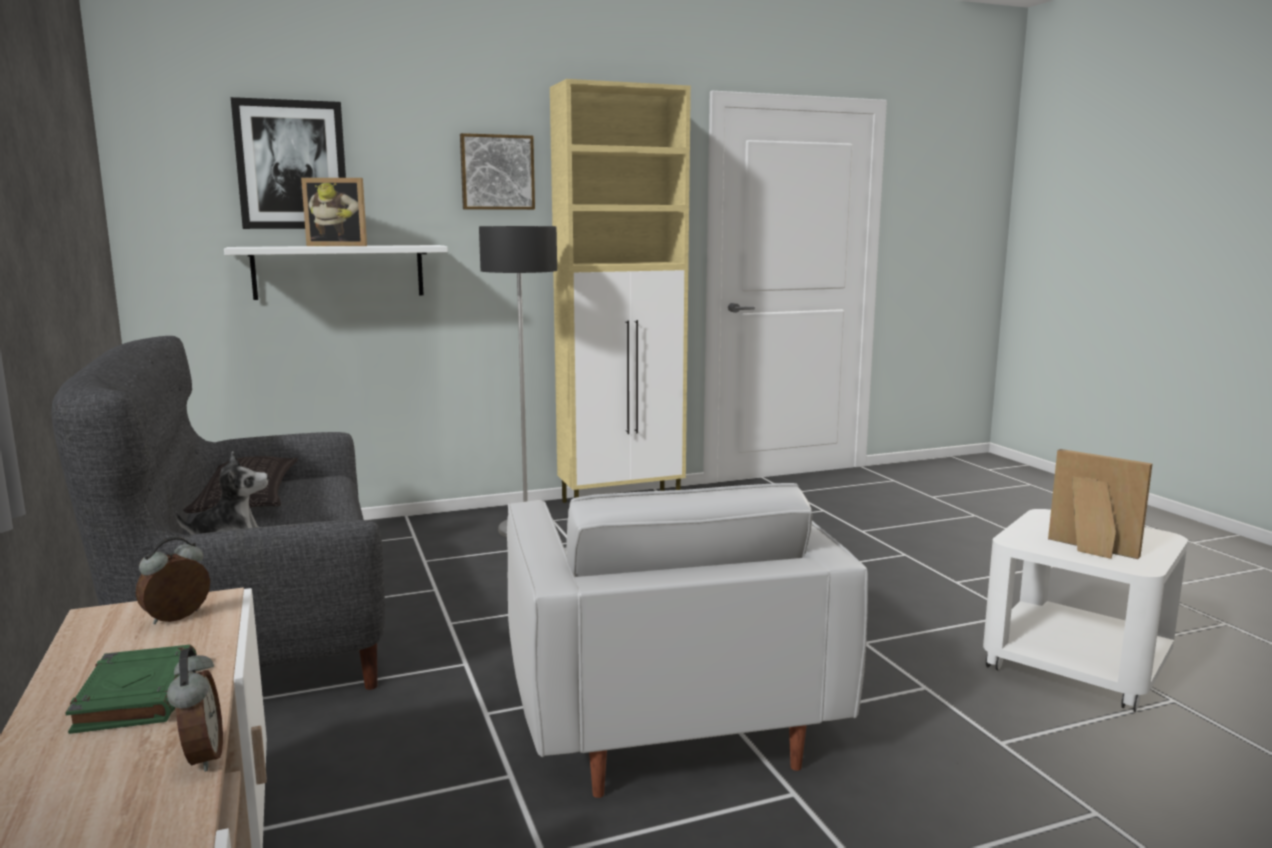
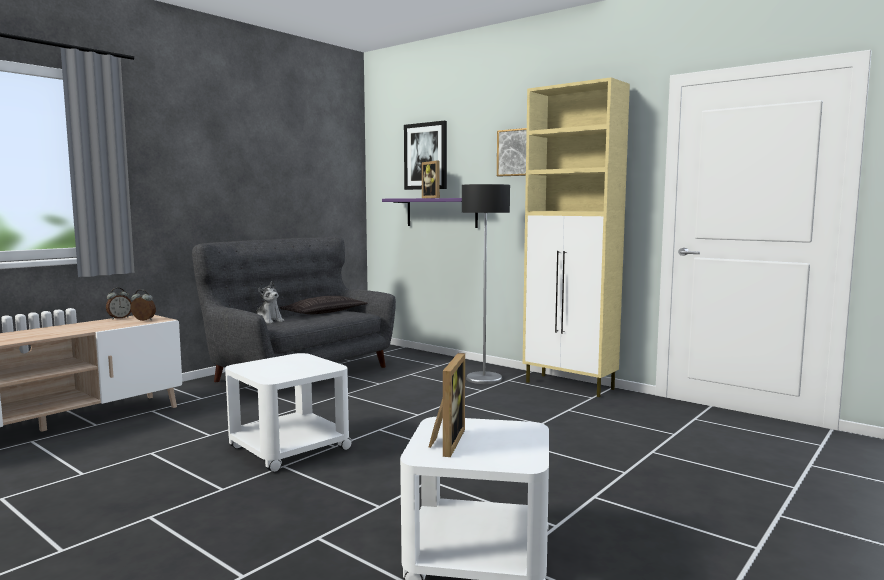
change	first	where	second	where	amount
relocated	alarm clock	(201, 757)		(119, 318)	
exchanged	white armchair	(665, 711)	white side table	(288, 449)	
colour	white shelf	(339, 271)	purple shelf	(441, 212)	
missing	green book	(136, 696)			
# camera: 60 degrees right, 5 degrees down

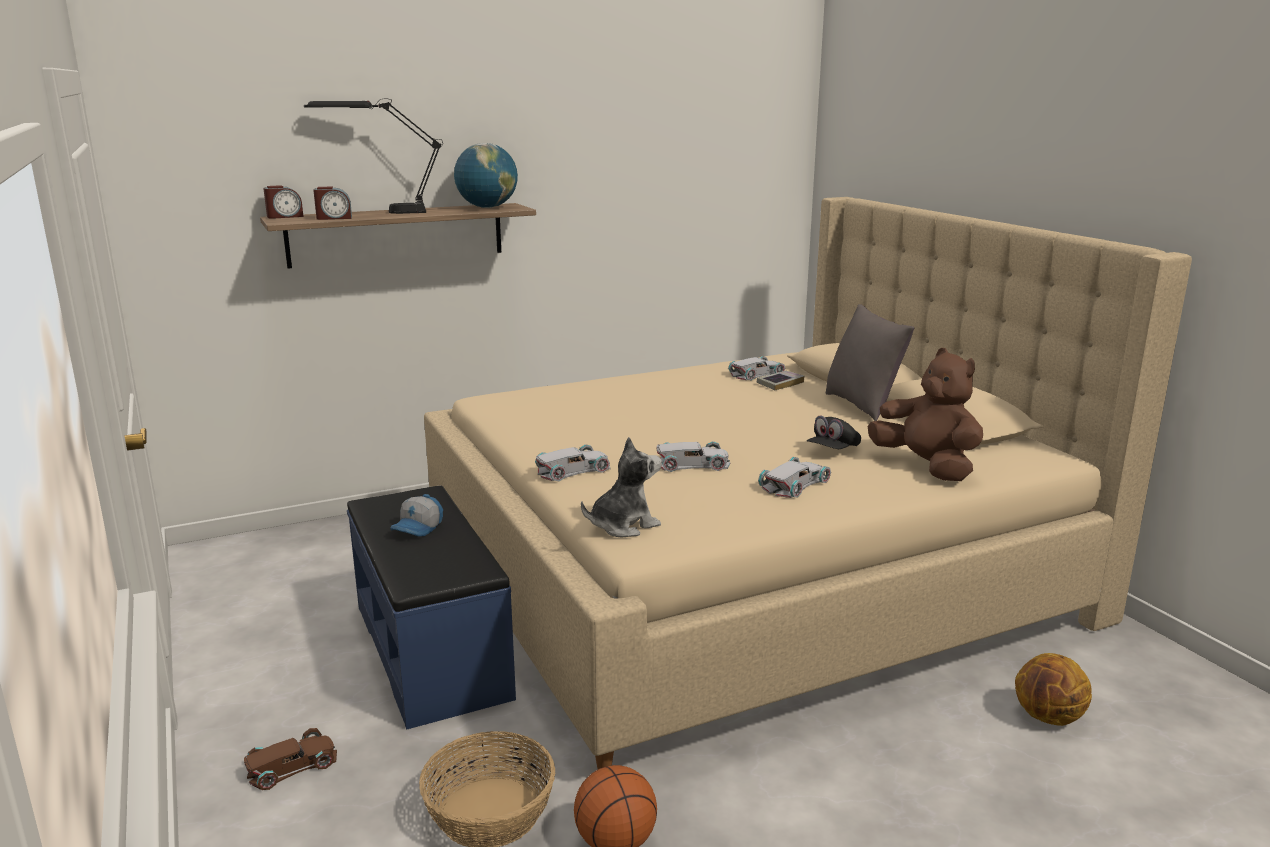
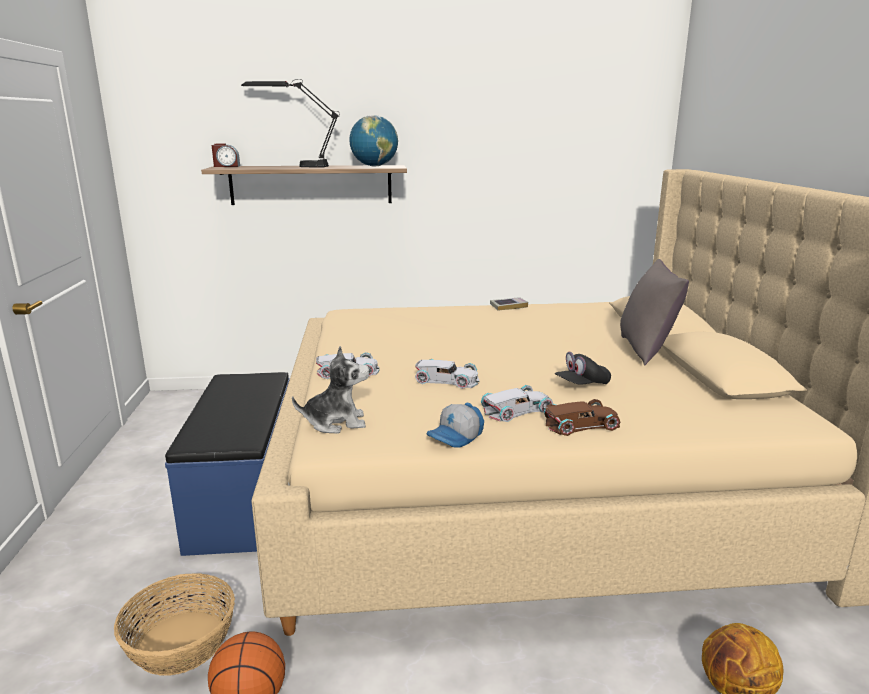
change	first	where	second	where	amount
relocated	cap	(418, 528)		(456, 437)	
relocated	book	(780, 383)		(508, 306)	
relocated	brown toy car	(293, 766)		(582, 424)	
missing	alarm clock	(334, 218)			
missing	white toy car	(757, 374)			
missing	brown plush toy	(926, 467)			
# camera: 20 degrees right, 0 degrees up

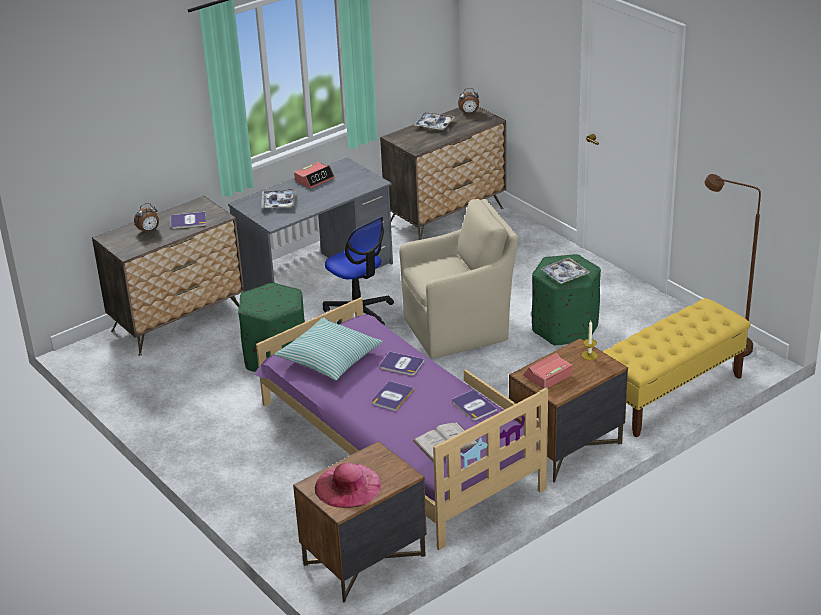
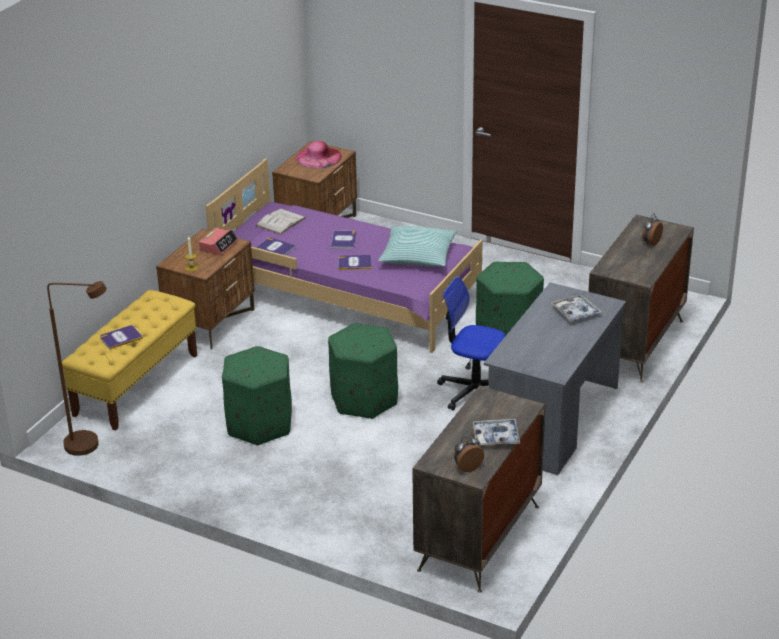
change	first	where	second	where	amount
relocated	book	(188, 221)		(121, 338)	
exchanged	beige armchair	(459, 329)	green ottoman	(363, 399)	
missing	alarm clock	(314, 179)			
missing	tray	(564, 275)			
# camera: 155 degrees right, 0 degrees up

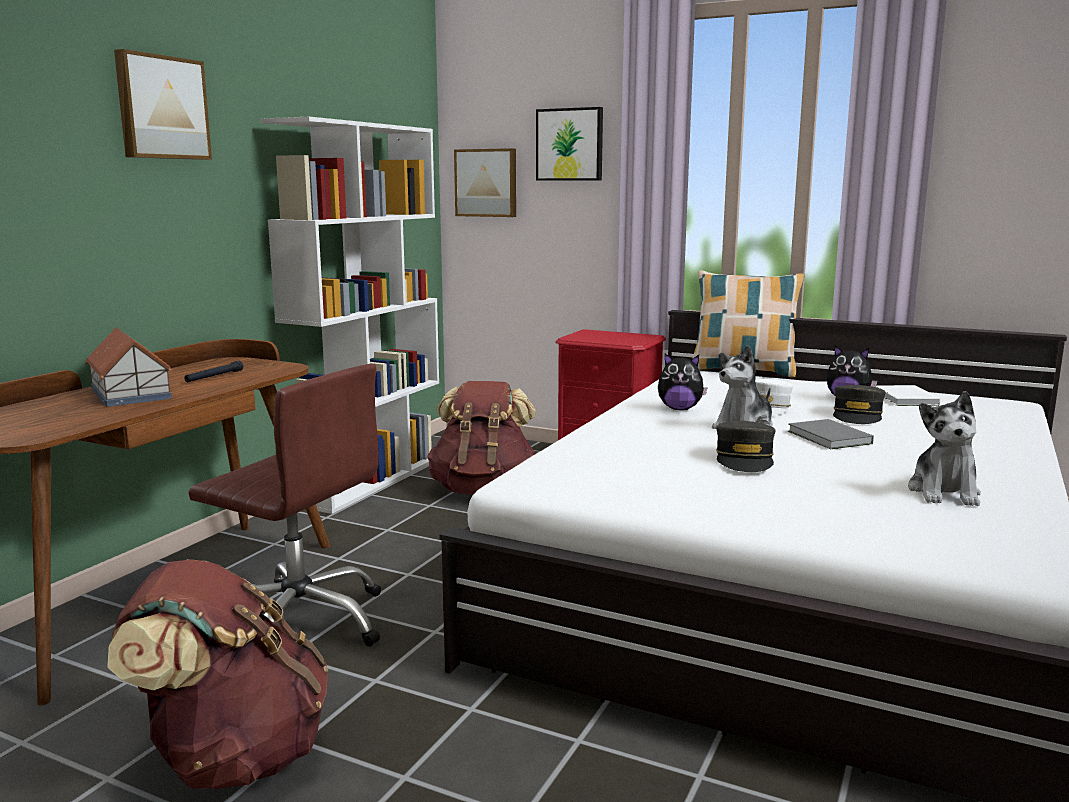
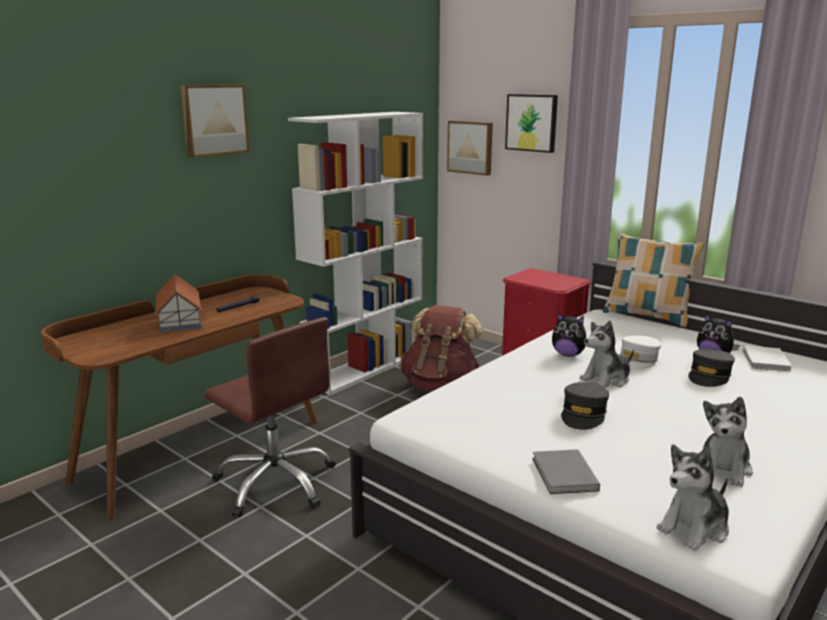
change	first	where	second	where	amount
relocated	grey book	(829, 438)		(564, 475)	
appeared			plush toy	(695, 528)	
missing	brown backpack	(232, 757)			
# camera: 15 degrees right, 5 degrees up

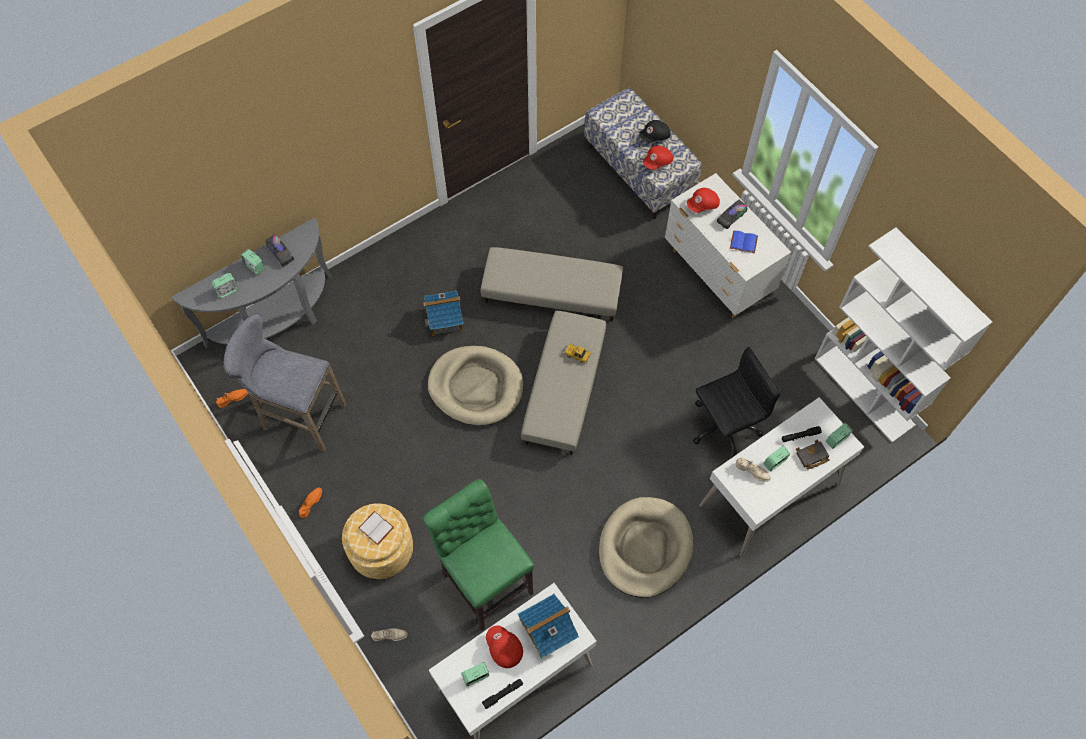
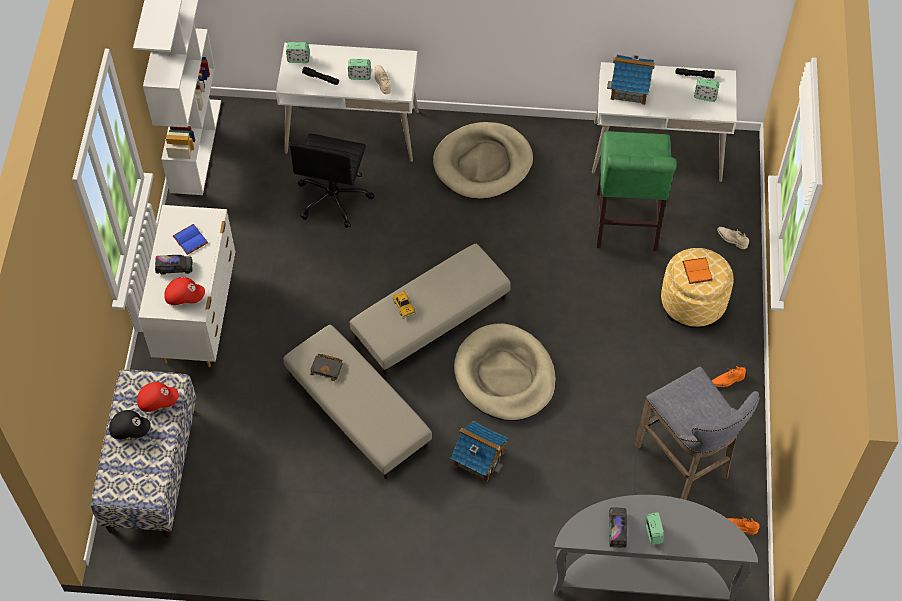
change	first	where	second	where	amount
spun	black office chair	(723, 428)		(334, 198)	90 degrees counterclockwise
relocated	black book	(811, 457)		(327, 367)	
colour	white book	(377, 528)	orange book	(696, 271)	
missing	alarm clock	(227, 290)			
missing	red cap	(503, 649)			
# camera: 140 degrees left, 5 degrees down

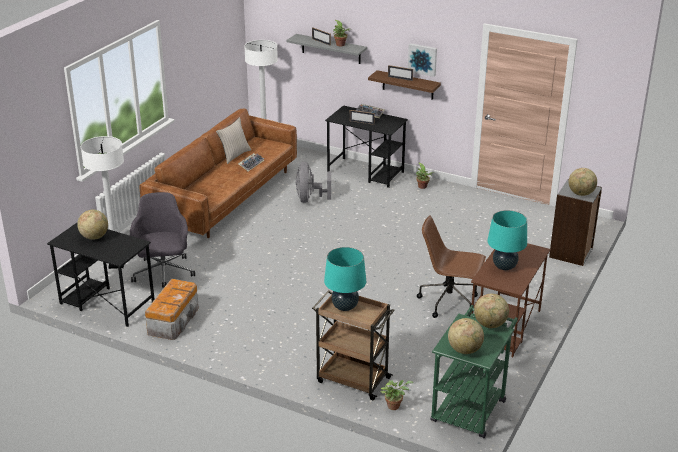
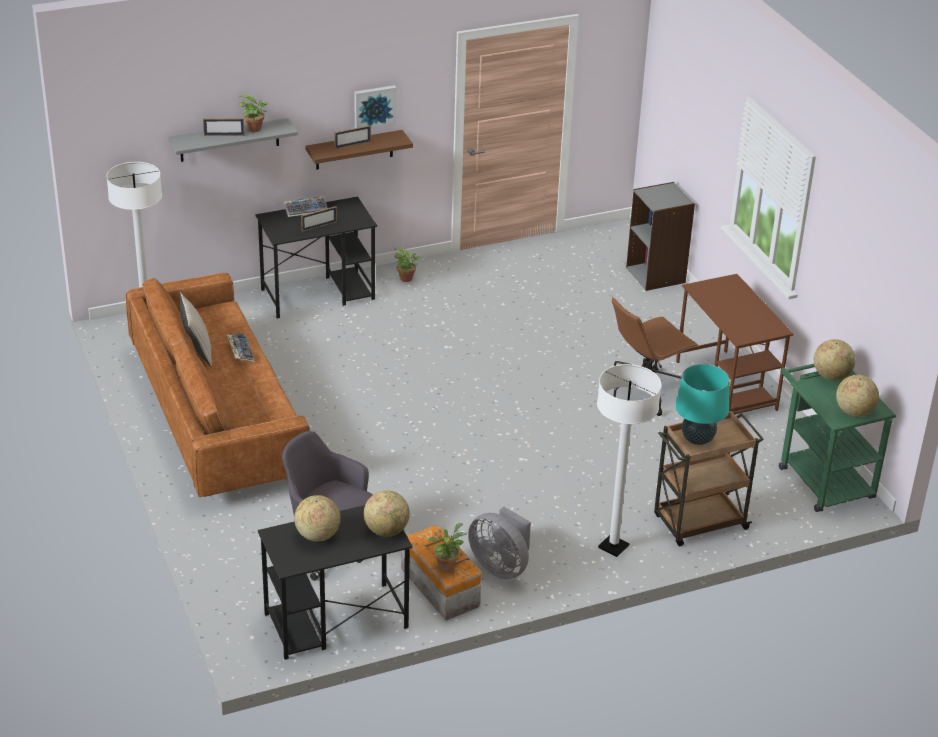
change	first	where	second	where	amount
relocated	globe	(581, 194)		(386, 530)	
relocated	potted plant	(395, 405)		(446, 564)	
relocated	grey fan	(310, 199)		(500, 566)	
relocated	white floor lamp	(116, 264)		(613, 546)	
missing	turquoise table lamp	(504, 267)			
# camera: 50 degrees left, 5 degrees up

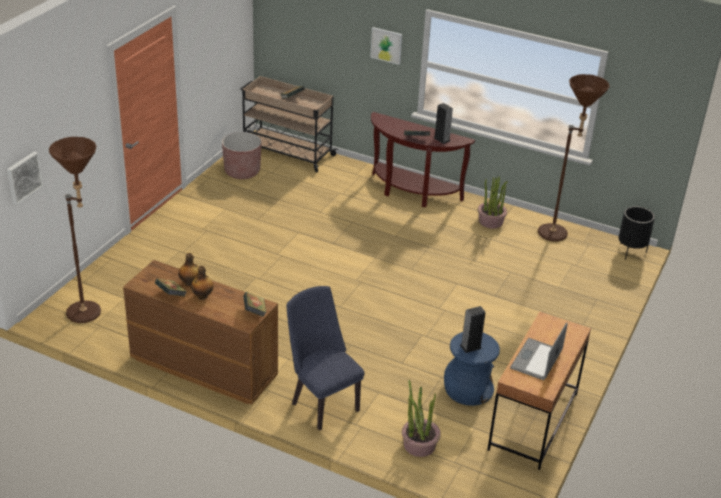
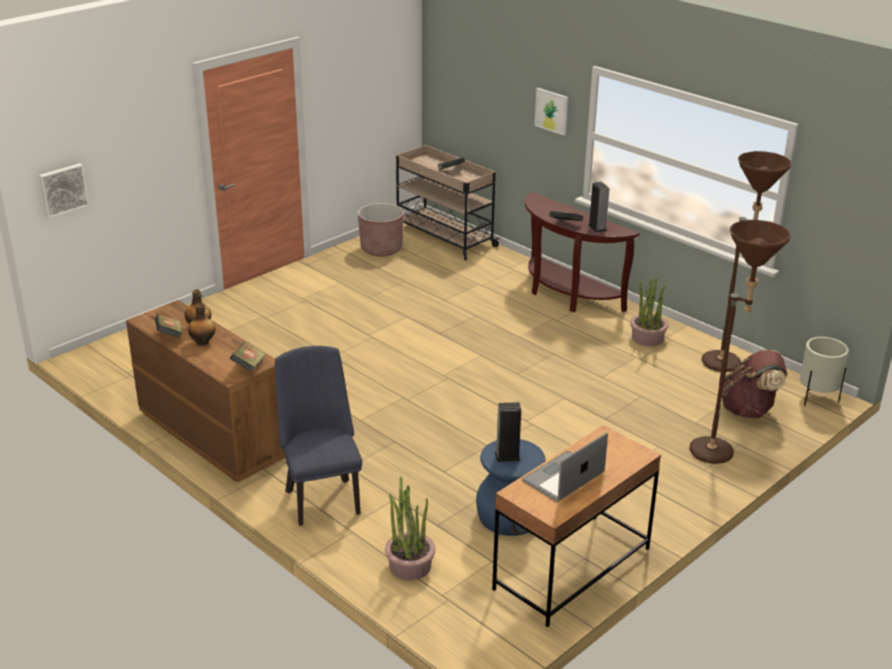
change	first	where	second	where	amount
relocated	brown floor lamp	(91, 314)		(720, 454)	
appeared			brown backpack	(749, 410)	
colour	black planter	(630, 252)	beige planter	(816, 398)	
# camera: 20 degrees right, 5 degrees down

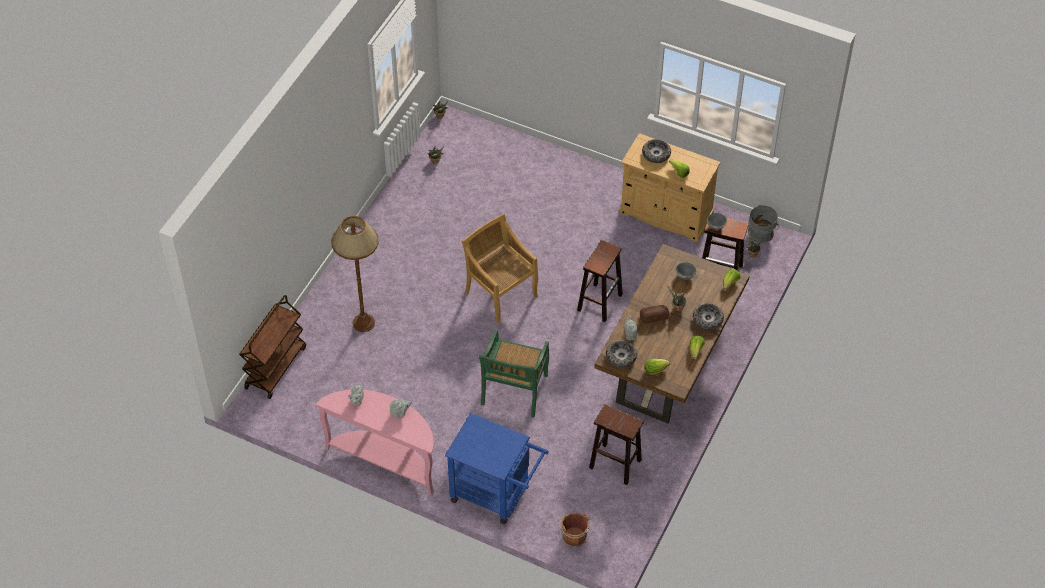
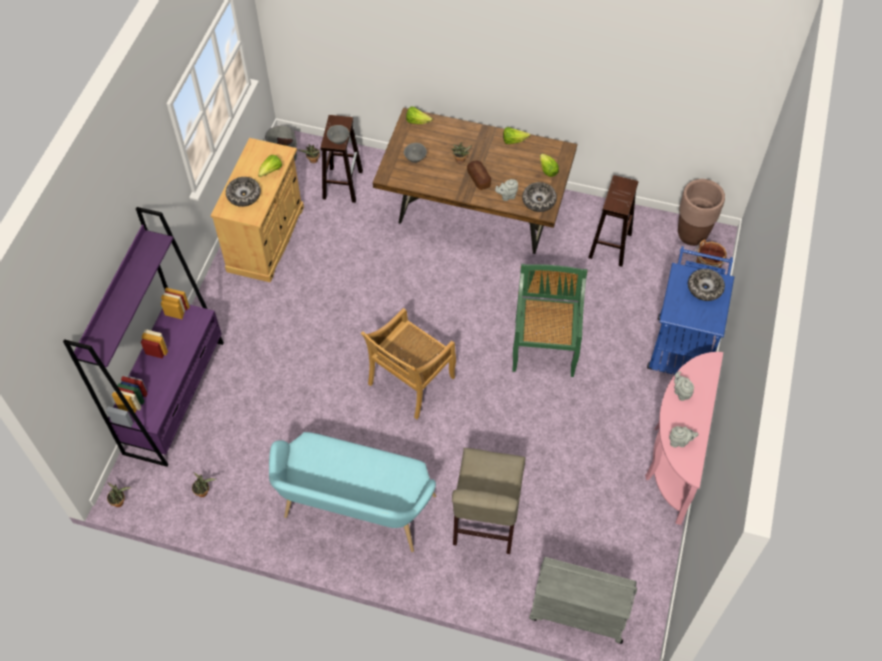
change	first	where	second	where	amount
appeared			purple bookcase	(175, 396)	
appeared			turquoise bench	(355, 512)	
exchanged	brown floor lamp	(364, 323)	beige chair	(484, 523)	
spun	green chair	(514, 391)		(544, 347)	90 degrees counterclockwise
colour	brown cart	(275, 367)	grey cart	(577, 614)	
appeared			brown planter	(692, 234)	
relocated	bowl	(707, 319)		(705, 288)	
missing	brown stool	(600, 302)			
# camera: 100 degrees left, 5 degrees up

